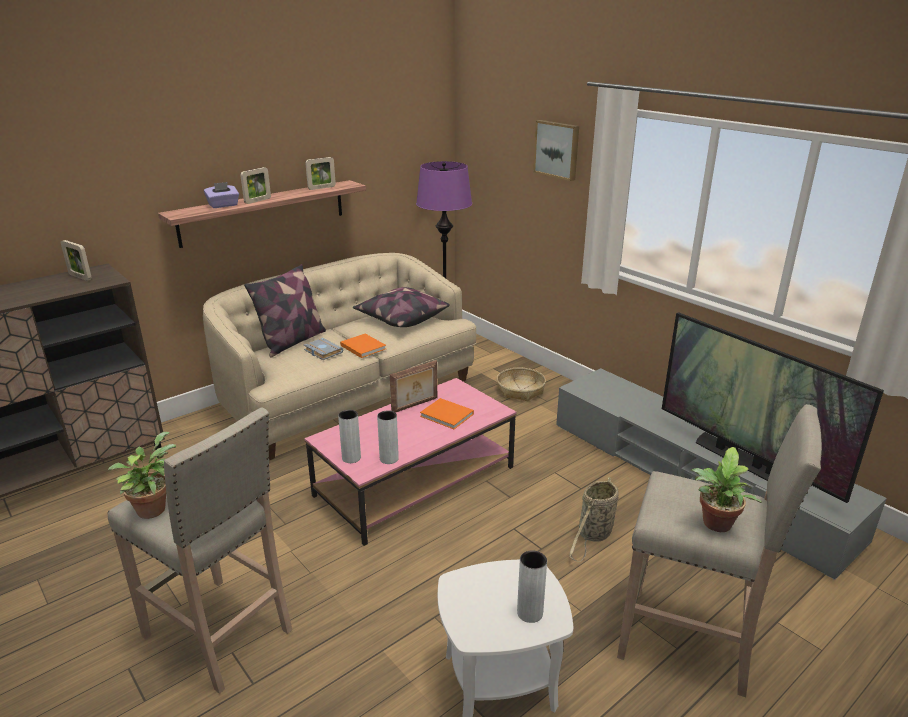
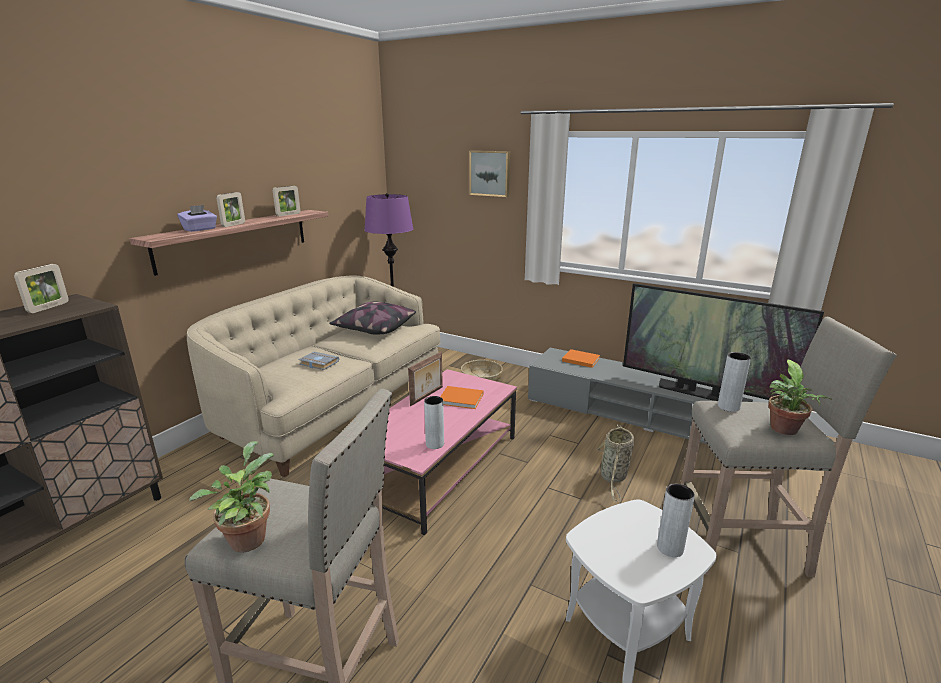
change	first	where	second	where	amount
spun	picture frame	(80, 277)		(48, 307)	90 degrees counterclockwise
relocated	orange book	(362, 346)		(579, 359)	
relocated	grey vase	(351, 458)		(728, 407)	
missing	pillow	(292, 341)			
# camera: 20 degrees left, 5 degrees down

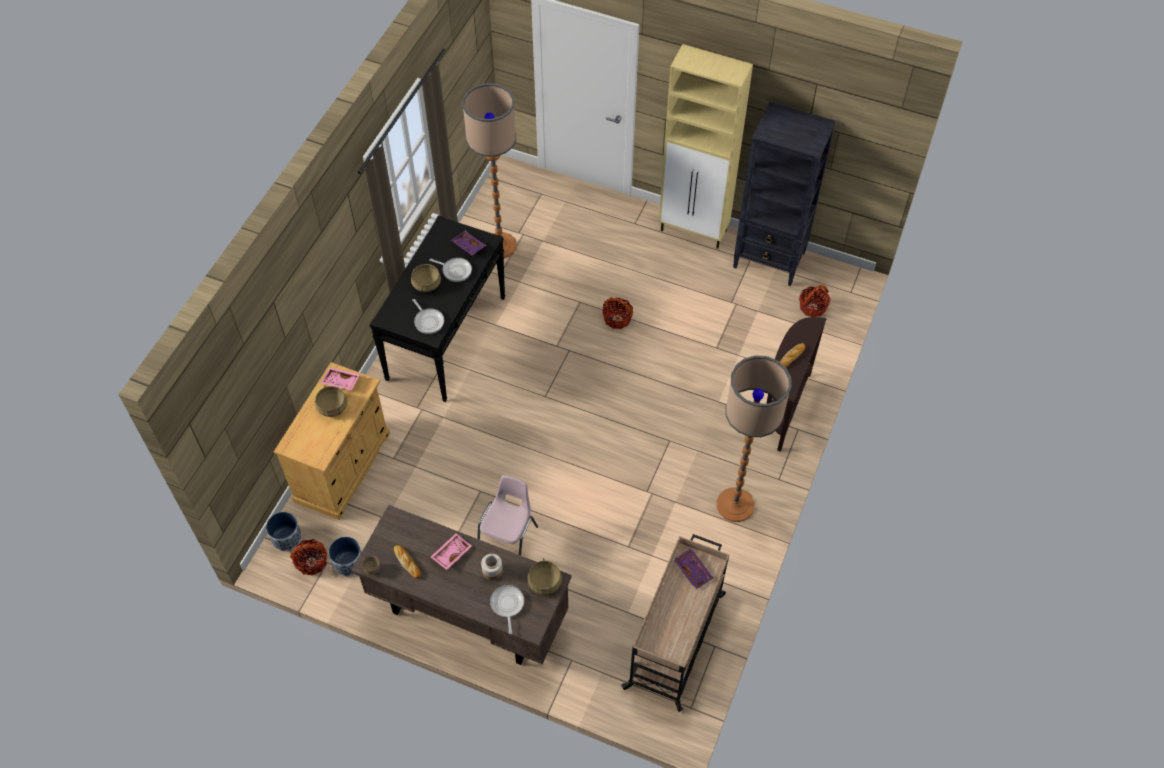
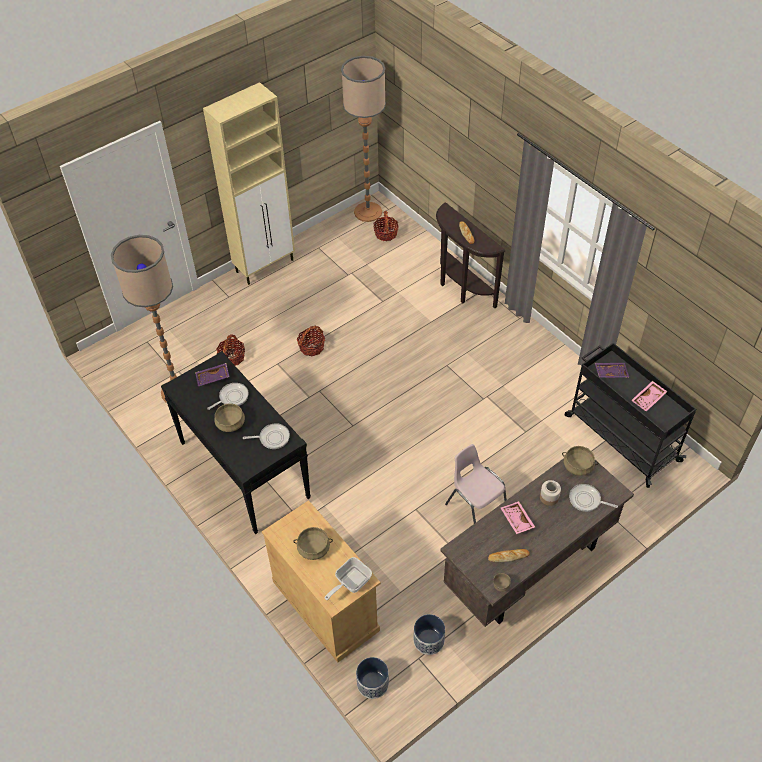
change	first	where	second	where	amount
relocated	basket	(311, 562)		(232, 357)	
appeared			frying pan	(350, 583)	
relocated	floor lamp	(735, 505)		(368, 212)	
colour	beige cart	(676, 639)	black cart	(621, 437)	
relocated	pink tray	(341, 382)		(648, 399)	
missing	black bookcase	(770, 260)			
# camera: 60 degrees left, 5 degrees down

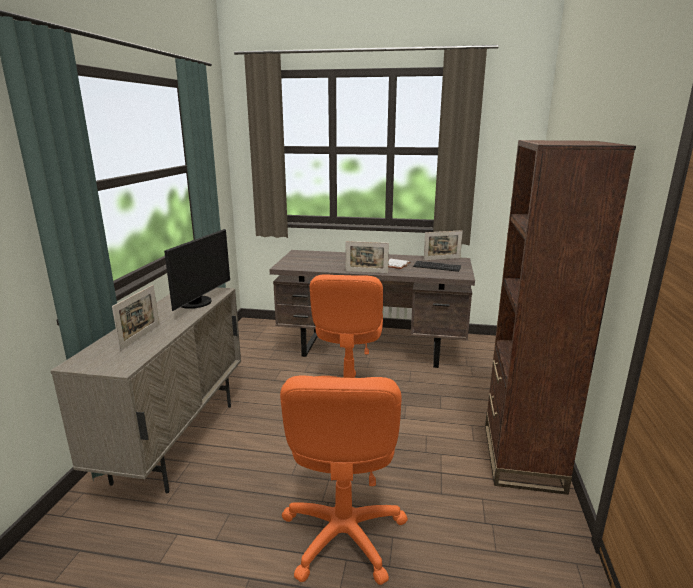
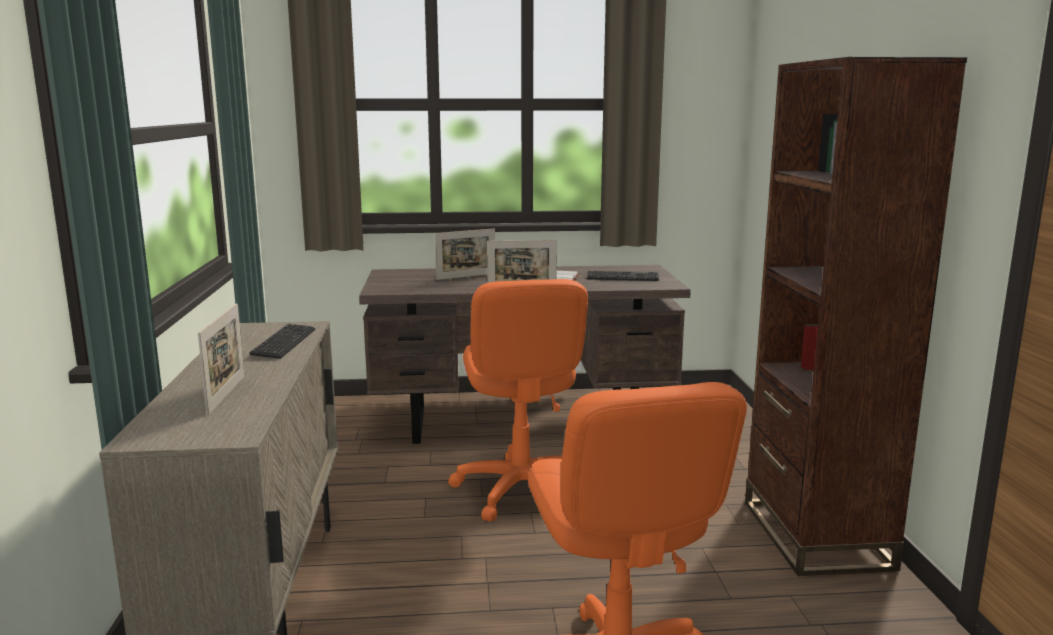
change	first	where	second	where	amount
exchanged	monitor	(198, 303)	keyboard	(284, 343)	
relocated	picture frame	(442, 259)		(466, 276)	
# camera: 15 degrees left, 5 degrees down

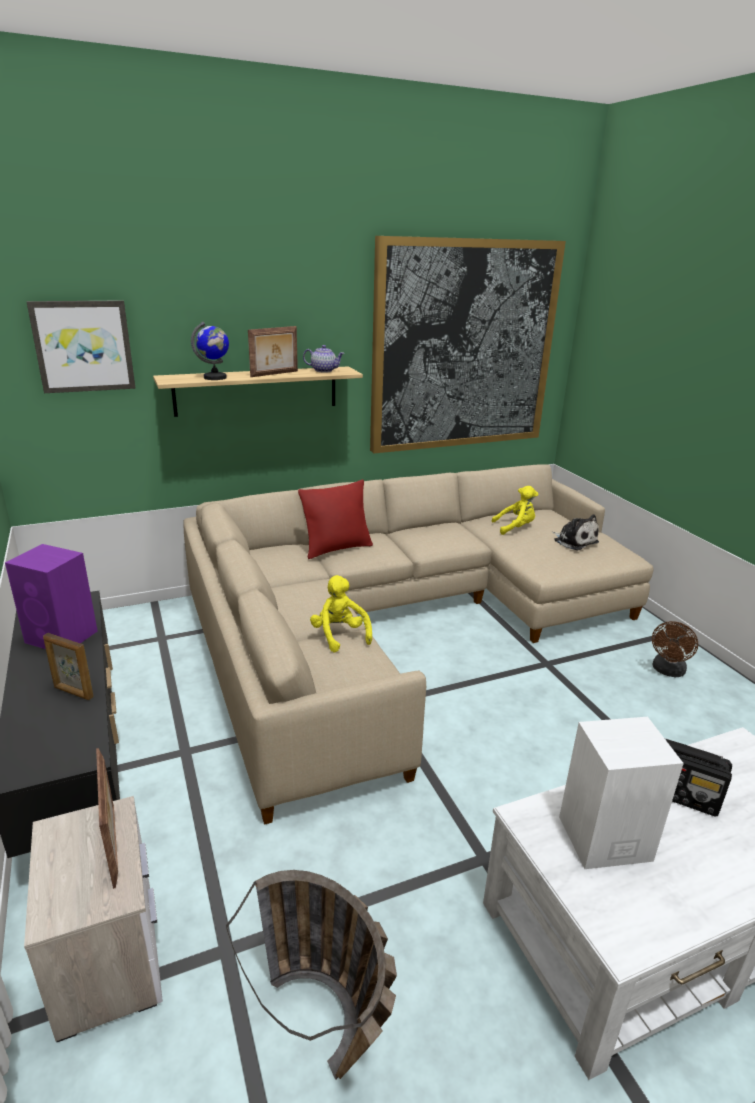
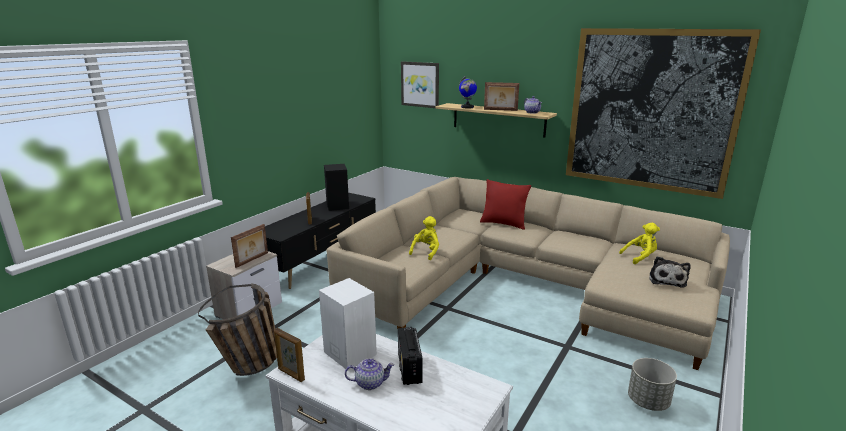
change	first	where	second	where	amount
appeared			picture frame	(291, 374)	
colour	purple speaker	(63, 637)	black speaker	(337, 206)	
appeared			teapot	(370, 383)	
spun	yellow plush toy	(515, 528)		(640, 257)	60 degrees counterclockwise
exchanged	brown fan	(667, 671)	grey planter	(648, 401)	
# camera: 55 degrees right, 5 degrees down

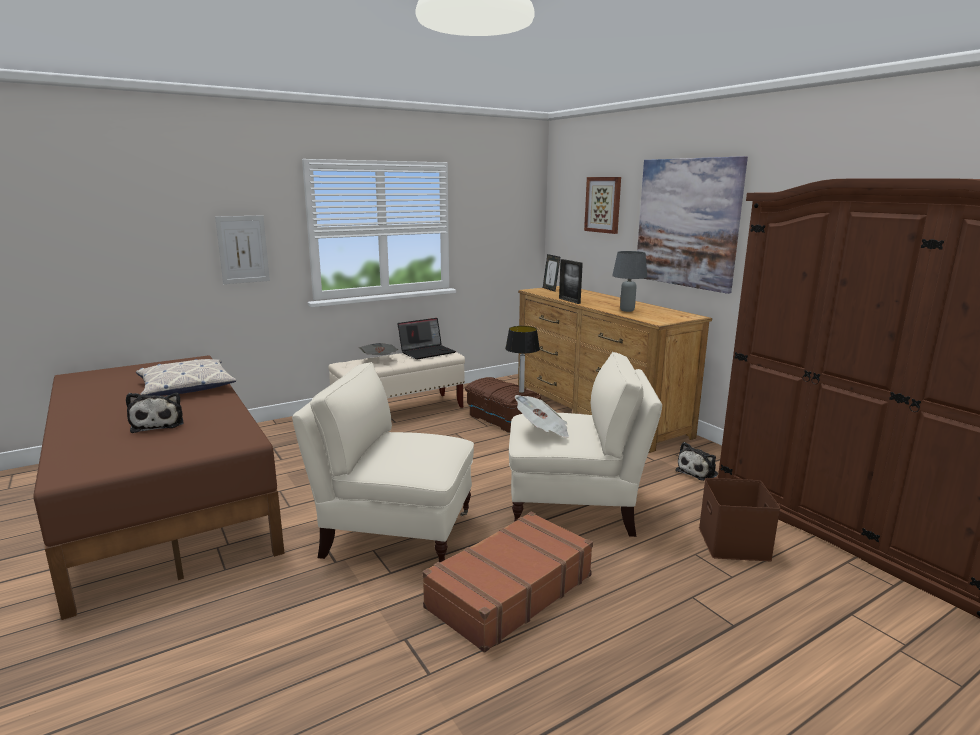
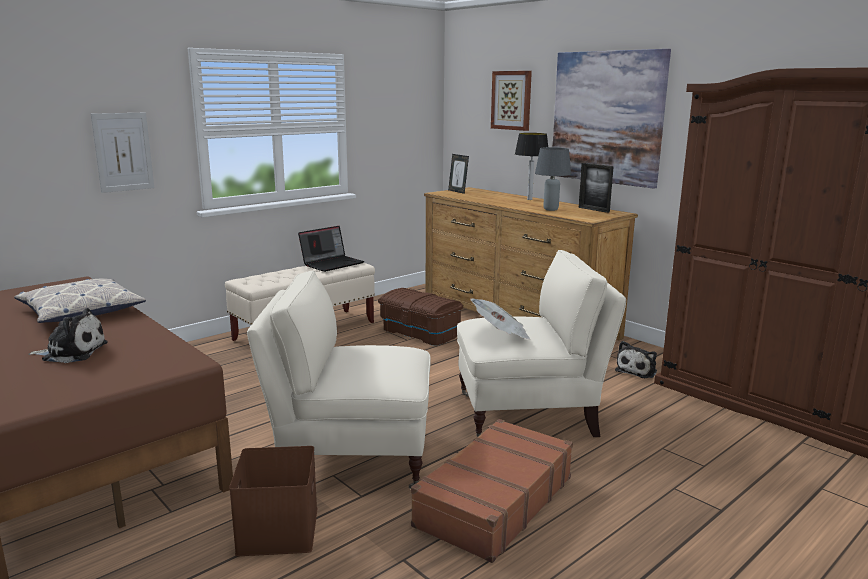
change	first	where	second	where	amount
spun	plush toy	(158, 424)		(72, 352)	60 degrees counterclockwise
relocated	brown storage box	(732, 542)		(276, 529)	
relocated	table lamp	(521, 392)		(530, 199)	
relocated	picture frame	(569, 301)		(593, 210)	
missing	newspaper	(379, 360)			
# camera: 10 degrees left, 0 degrees up

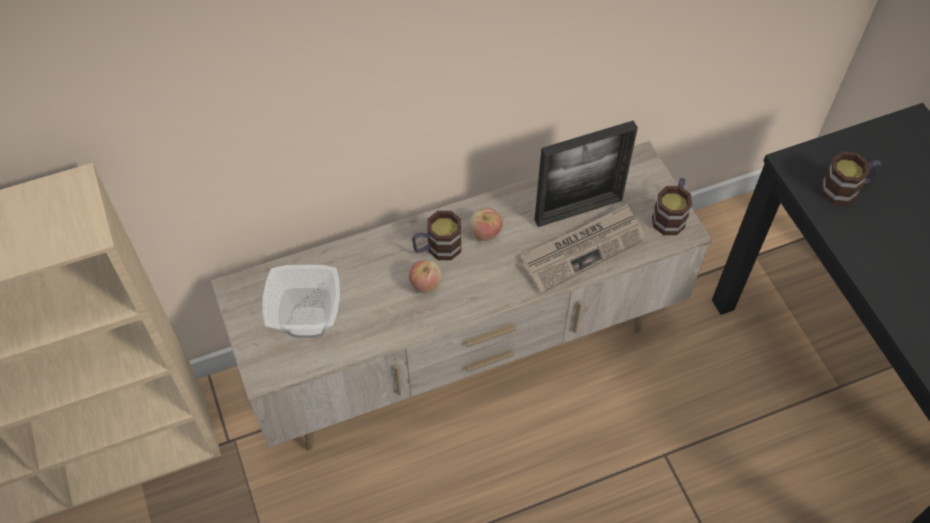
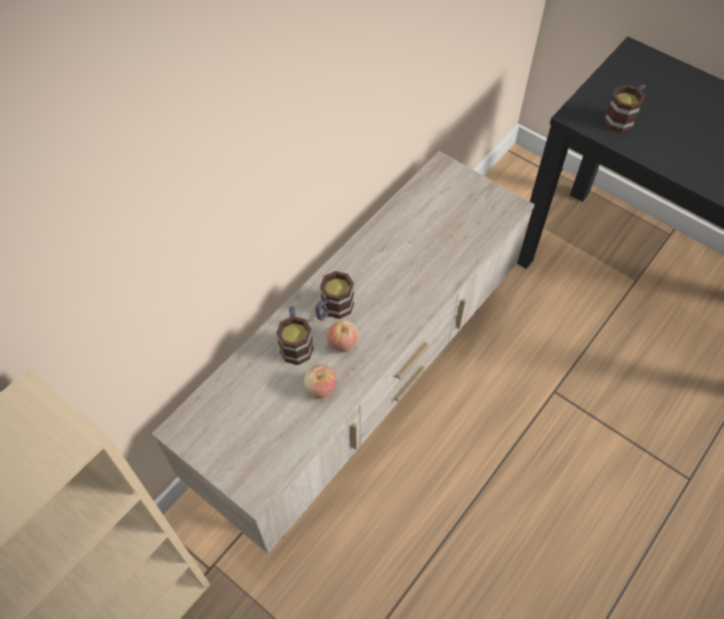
change	first	where	second	where	amount
relocated	mug	(670, 215)		(296, 343)	
relocated	apple	(485, 232)		(320, 388)	
missing	bowl	(309, 324)			
missing	newspaper	(582, 250)			
missing	picture frame	(578, 210)			
# camera: 30 degrees left, 0 degrees up

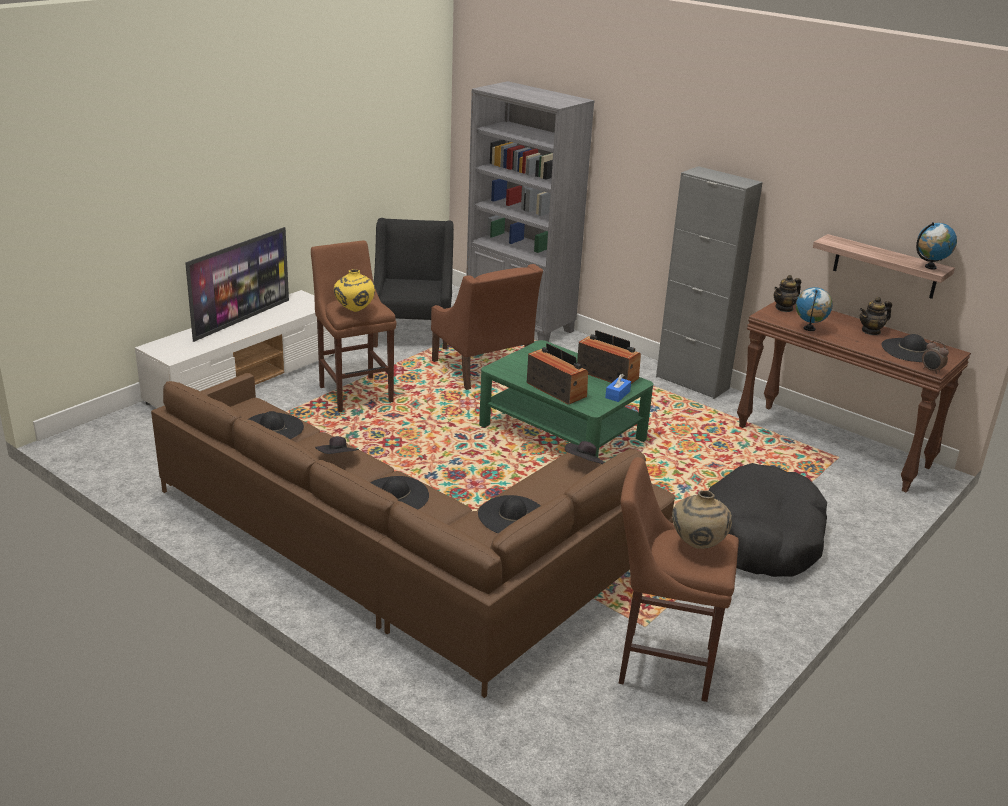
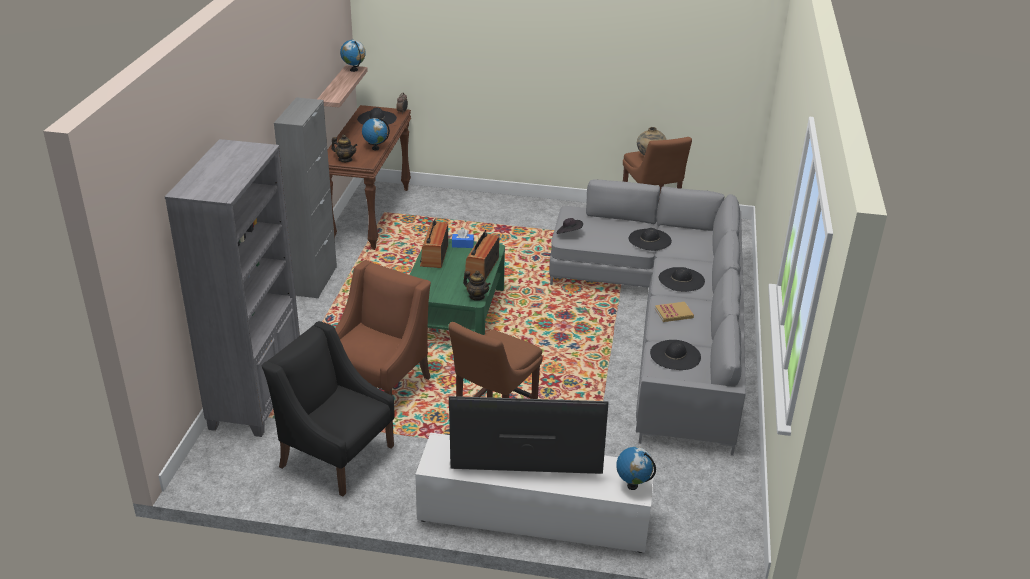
change	first	where	second	where	amount
spun	black armchair	(413, 333)		(336, 455)	60 degrees clockwise
relocated	teapot	(871, 331)		(477, 296)	
colour	brown sofa	(408, 556)	grey sofa	(664, 323)	
appeared			globe	(632, 485)	
exchanged	black hat	(337, 459)	book	(674, 313)	
missing	yellow vase	(354, 311)			
missing	black dog bed	(762, 538)			
# camera: 120 degrees left, 5 degrees up

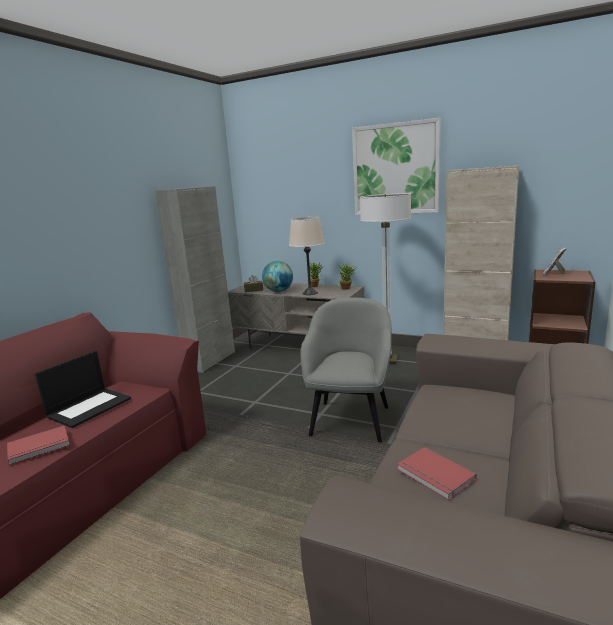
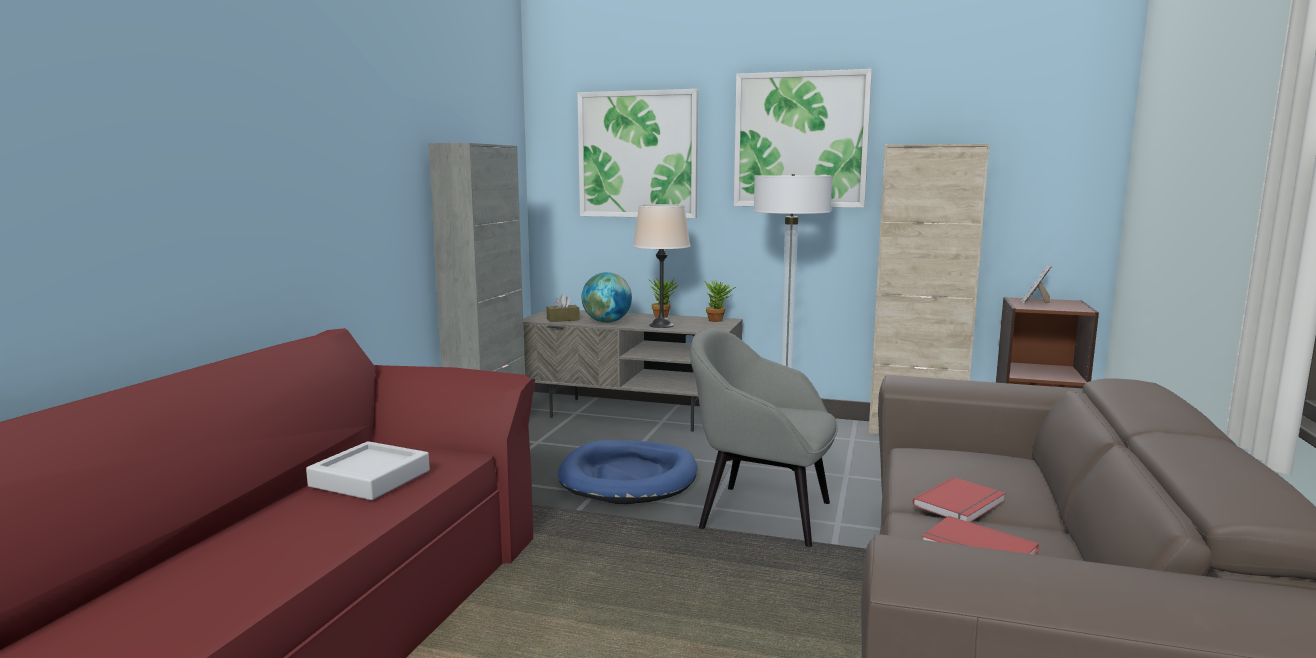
change	first	where	second	where	amount
exchanged	laptop	(89, 407)	grey tray	(370, 478)	
appeared			blue dog bed	(629, 478)	
appeared			picture	(638, 155)	
spun	grey armchair	(350, 420)		(761, 514)	75 degrees counterclockwise
relocated	red book	(39, 447)		(962, 504)	
# camera: 10 degrees left, 5 degrees down

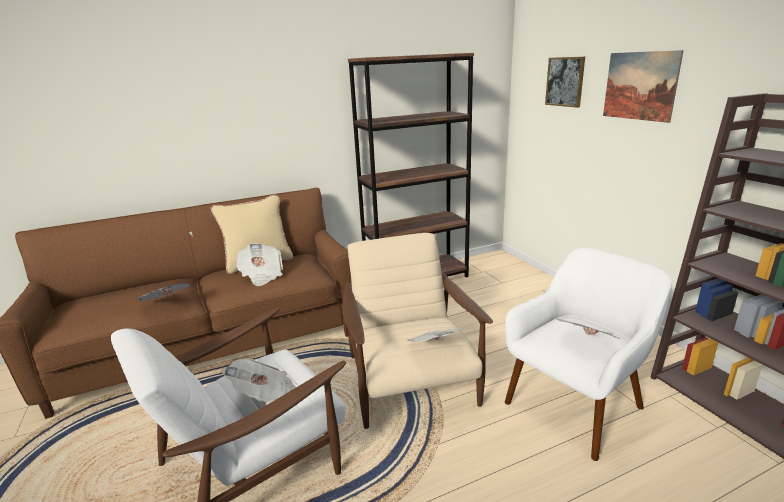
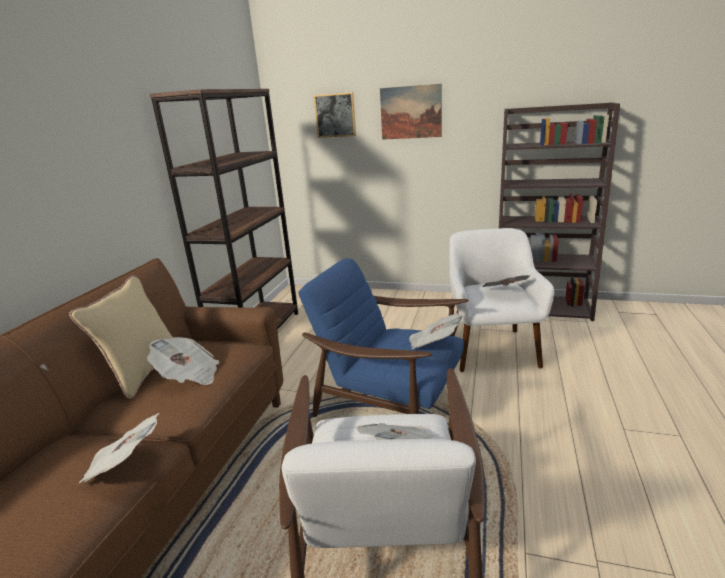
change	first	where	second	where	amount
colour	beige armchair	(411, 383)	blue armchair	(390, 401)	
# camera: 50 degrees left, 0 degrees up

